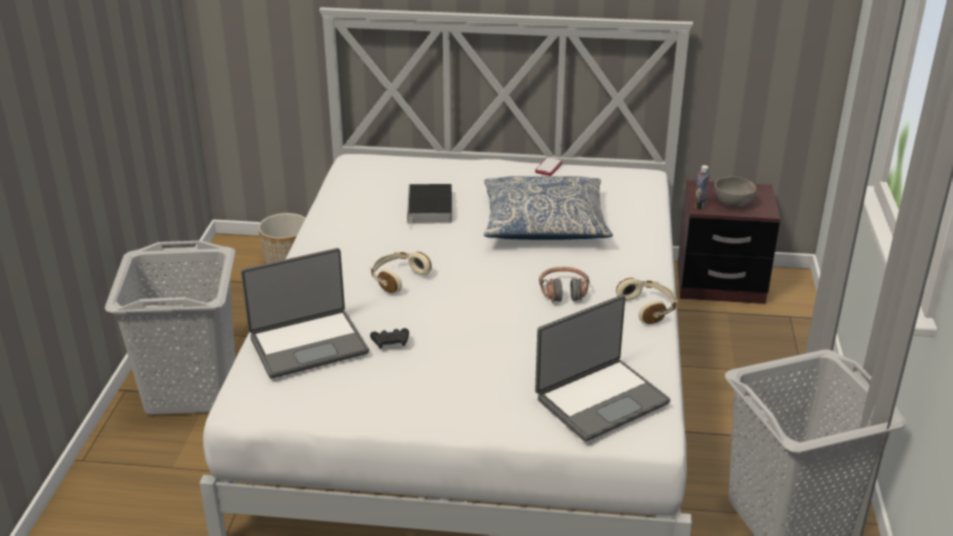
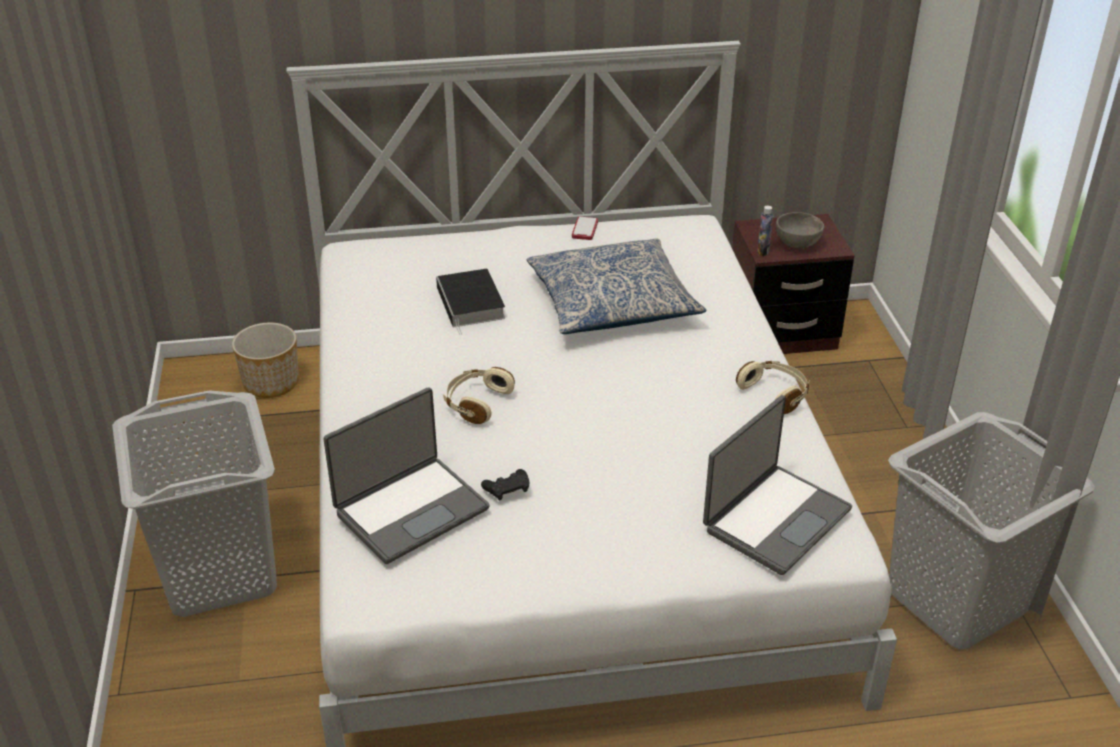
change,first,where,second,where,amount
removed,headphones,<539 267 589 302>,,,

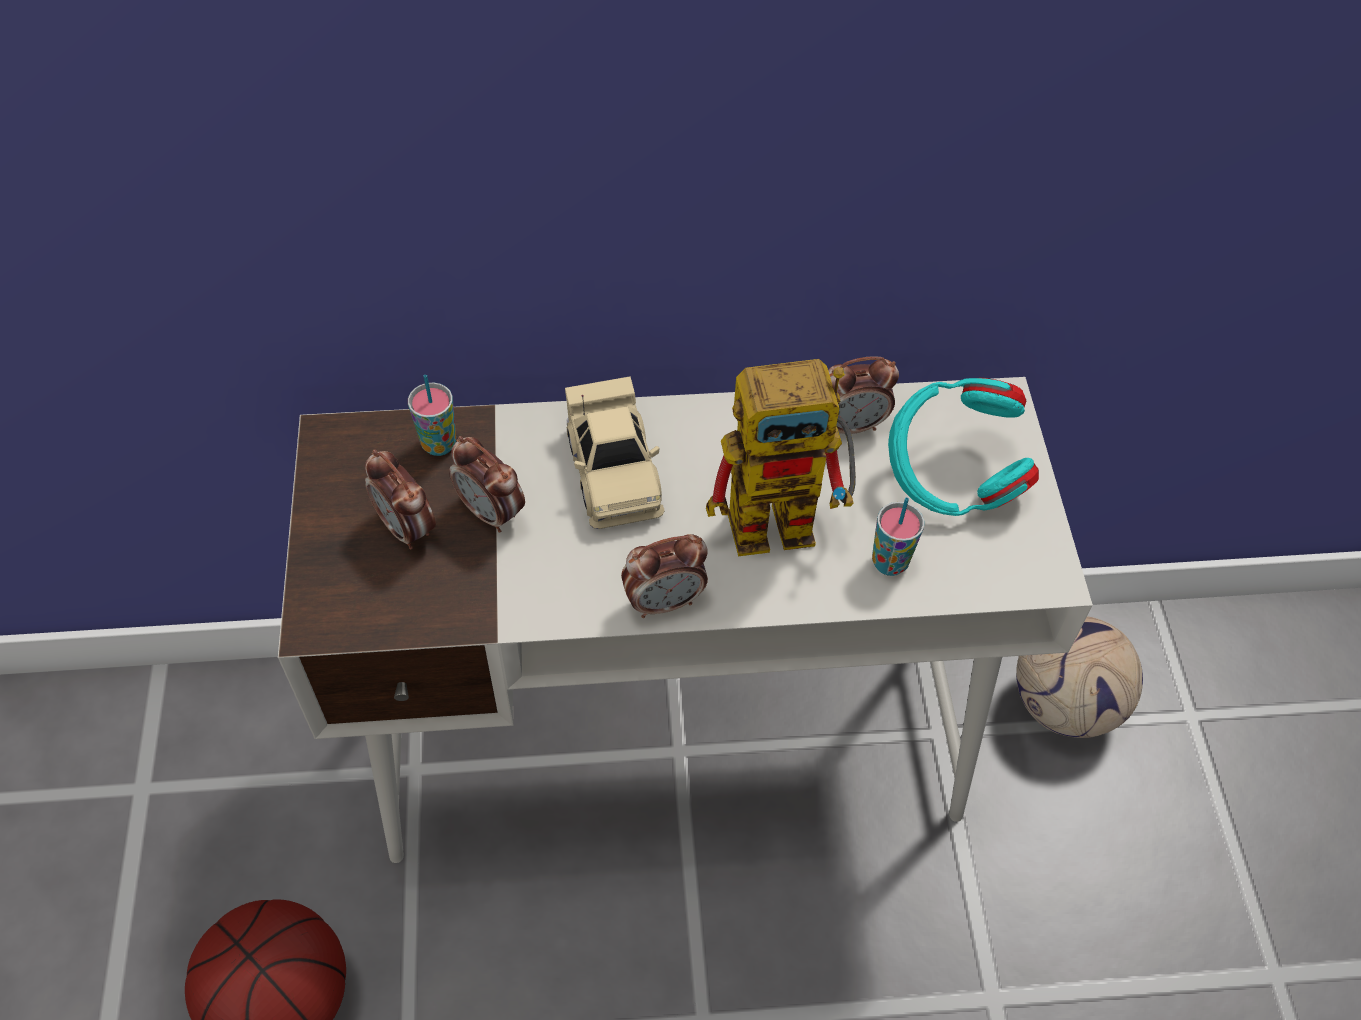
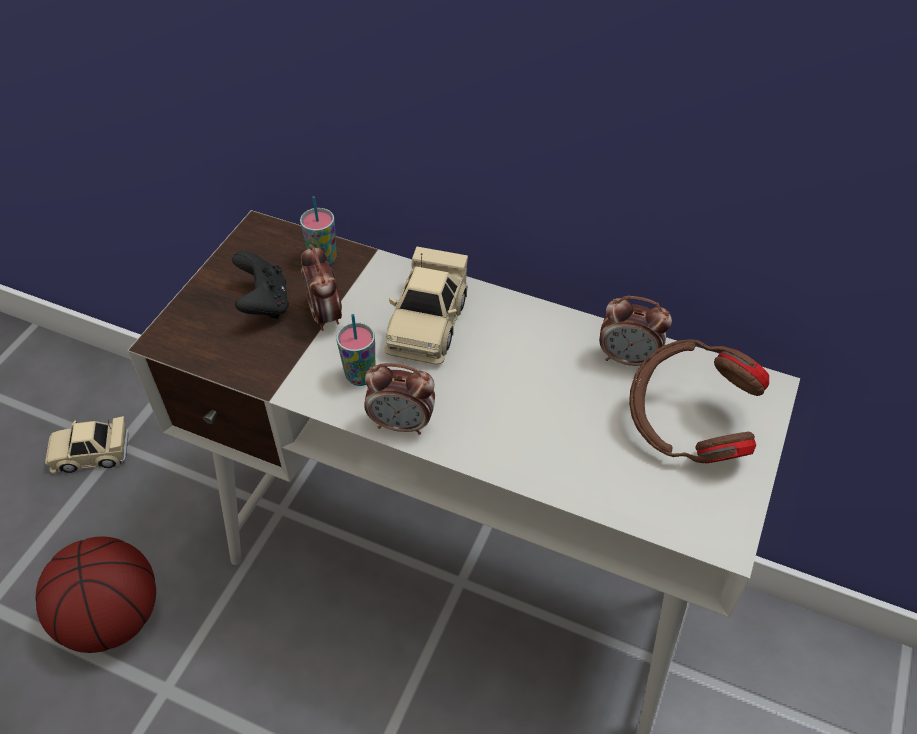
change,first,where,second,where,amount
removed,toy robot,<706 359 856 556>,,,
removed,football,<1016 616 1143 738>,,,
added,,,beige toy car,<45 416 128 474>,
moved,cup,<872 497 924 576>,,<336 314 375 386>,
replaced,alarm clock,<365 450 436 550>,black game controller,<232 251 289 319>,
recoloured,turquoise headphones,<888 378 1039 516>,brown headphones,<629 339 769 463>,

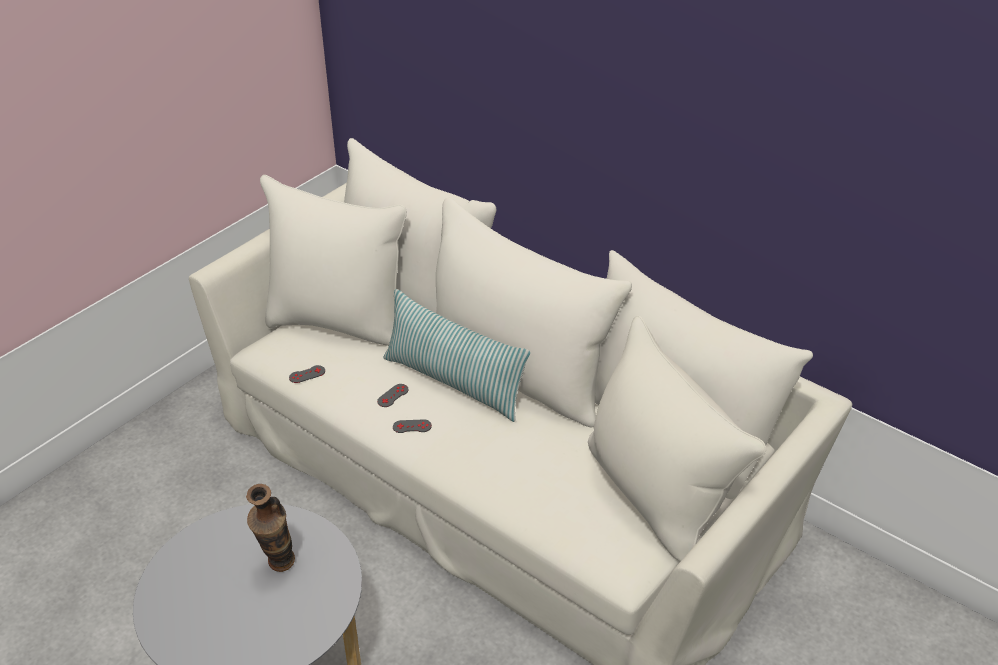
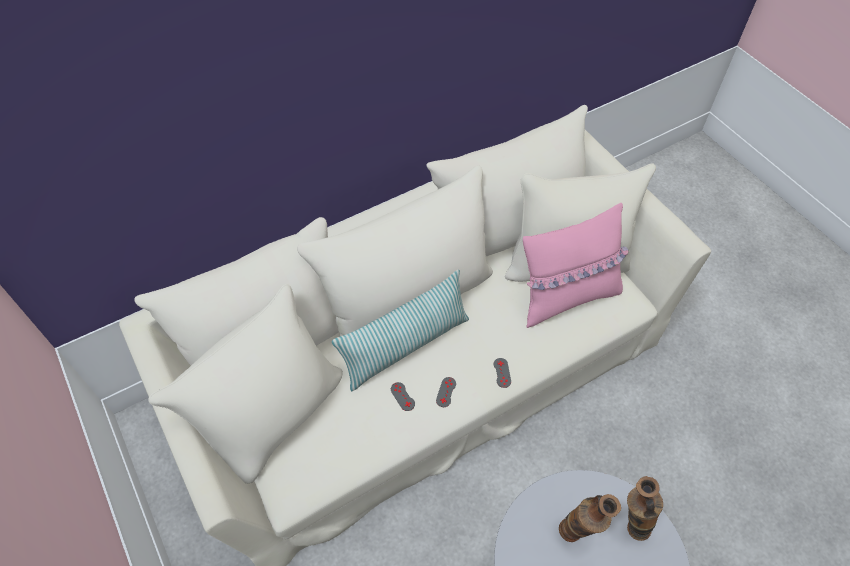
change,first,where,second,where,amount
added,,,pink pillow,<523 203 629 328>,
added,,,vase,<627 476 663 541>,
moved,grey game controller,<289 365 325 383>,,<494 358 511 388>,

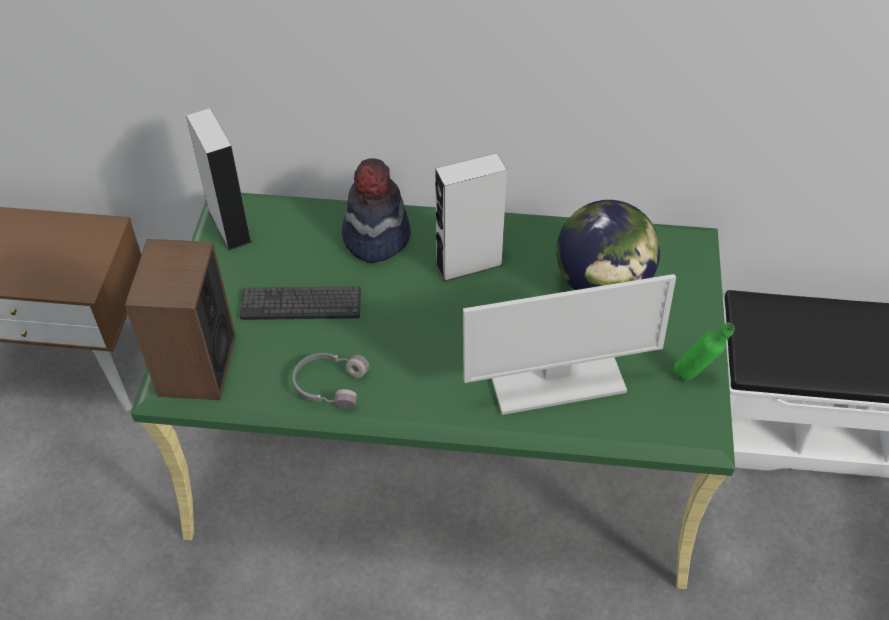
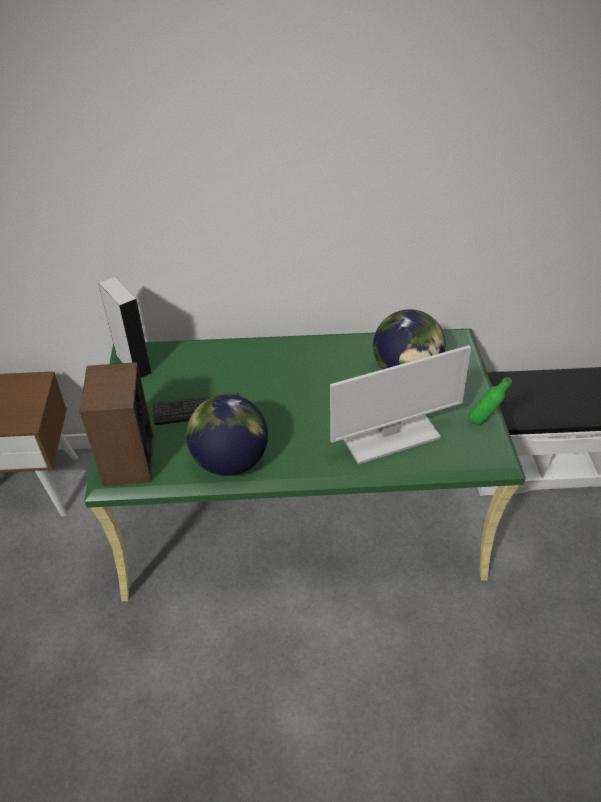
change,first,where,second,where,amount
removed,hat,<342 158 411 263>,,,
removed,grey speaker,<435 153 507 282>,,,
replaced,grey headphones,<293 353 370 408>,globe,<186 394 268 476>,

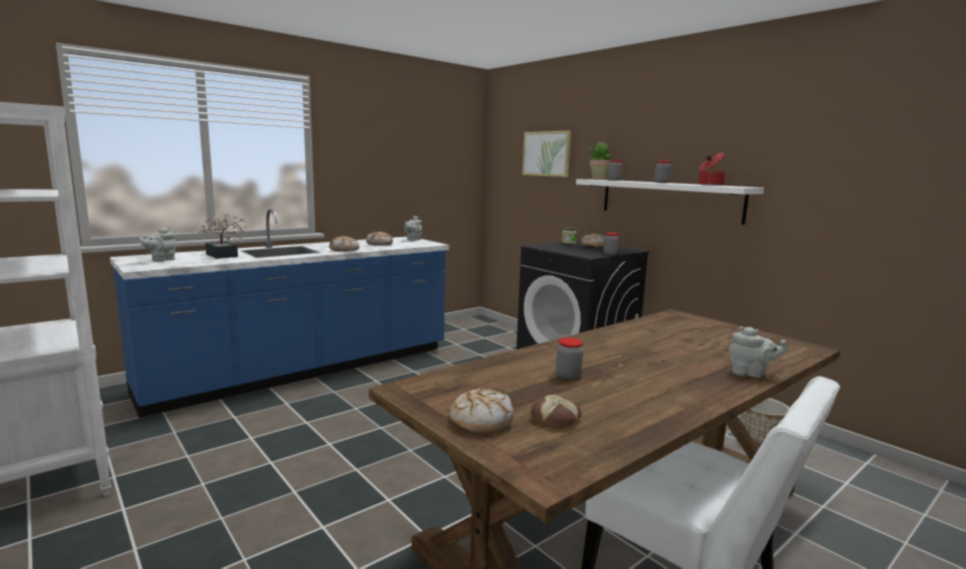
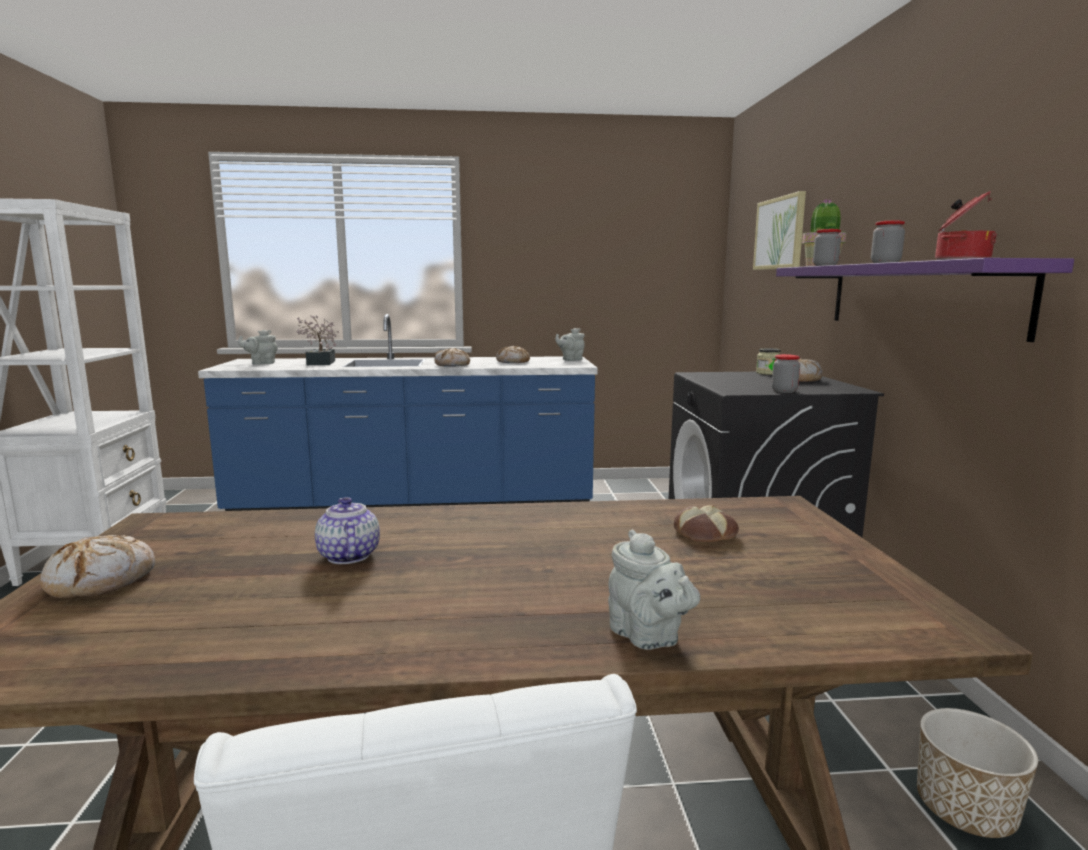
change,first,where,second,where,amount
moved,bread,<531 394 581 428>,,<674 505 739 542>,
replaced,jar,<556 338 583 380>,teapot,<315 497 380 564>,
recoloured,white shelf,<576 179 764 225>,purple shelf,<776 258 1074 342>,

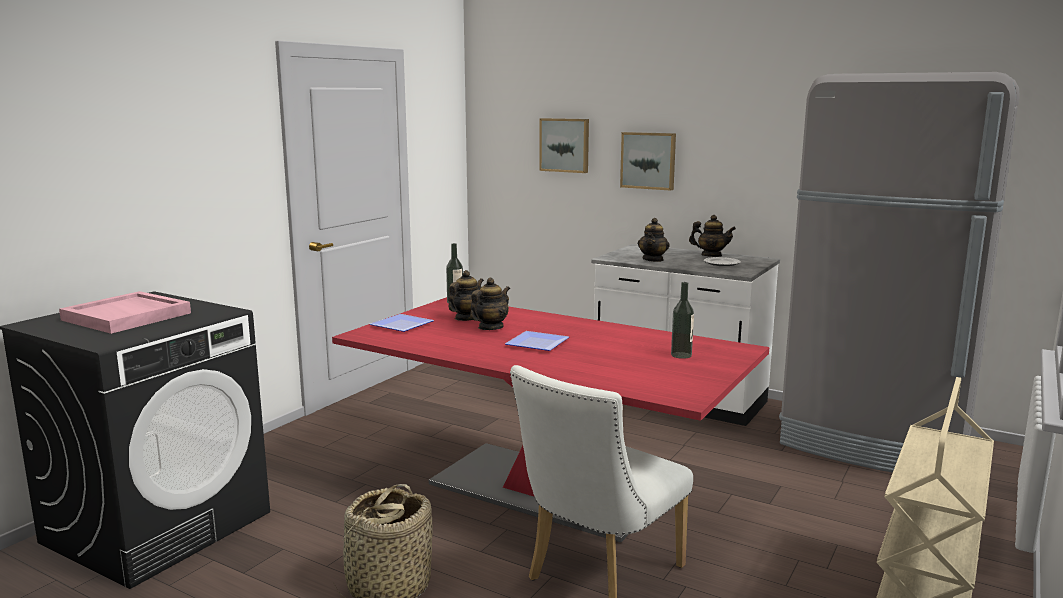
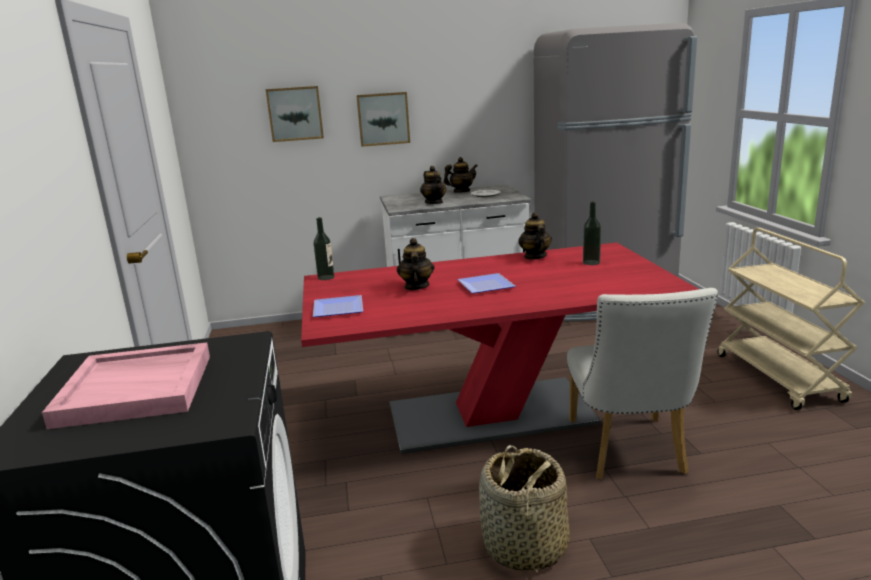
change,first,where,second,where,amount
moved,teapot,<448 270 484 321>,,<518 212 552 259>,

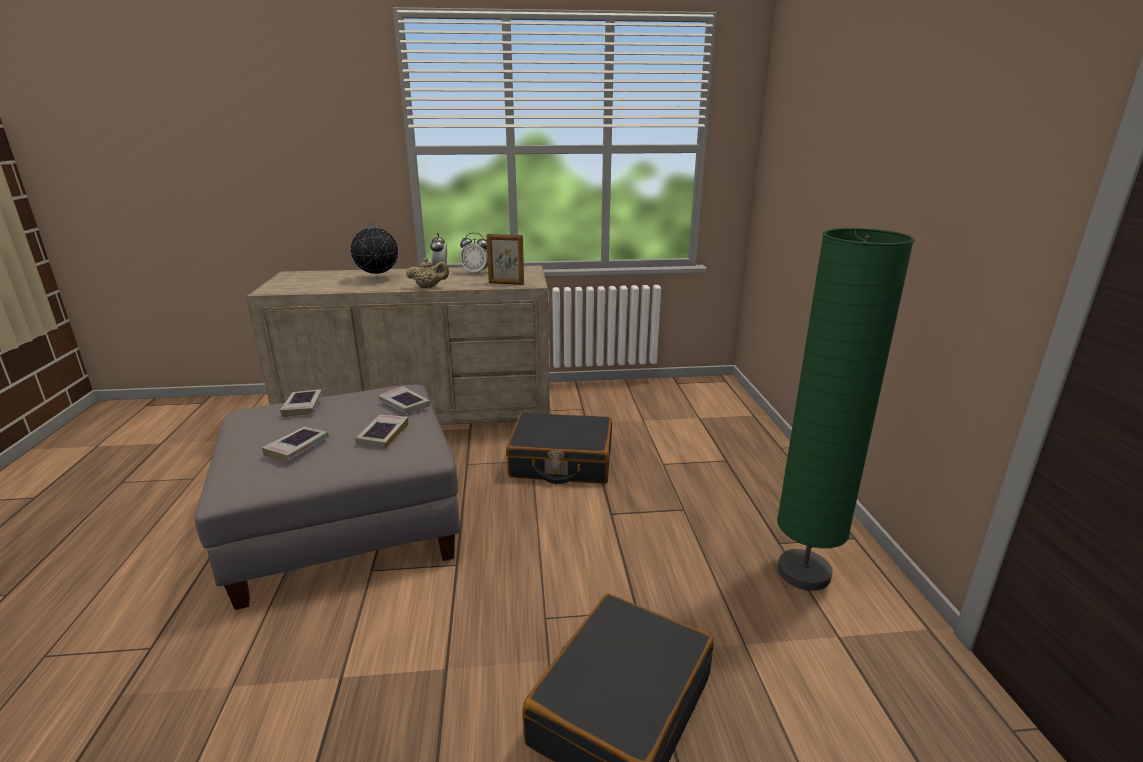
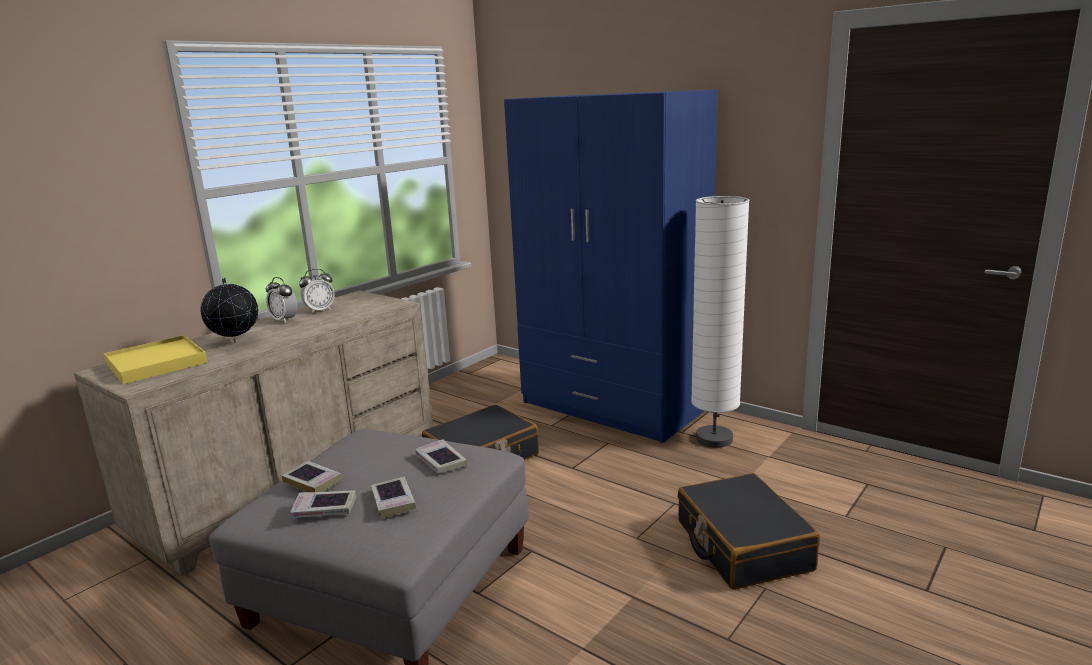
change,first,where,second,where,amount
removed,beige teapot,<406 258 449 288>,,,
removed,picture frame,<487 234 524 285>,,,
added,,,yellow tray,<104 335 208 384>,
added,,,blue wardrobe,<504 89 718 443>,
moved,book,<379 386 430 414>,,<290 491 356 518>,
recoloured,green floor lamp,<777 228 915 591>,white floor lamp,<691 196 749 448>,

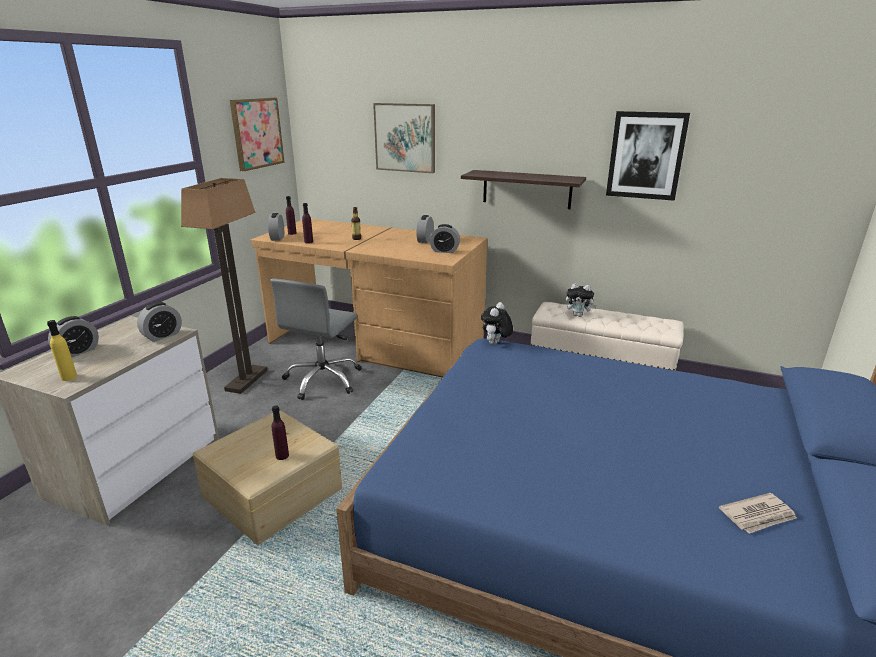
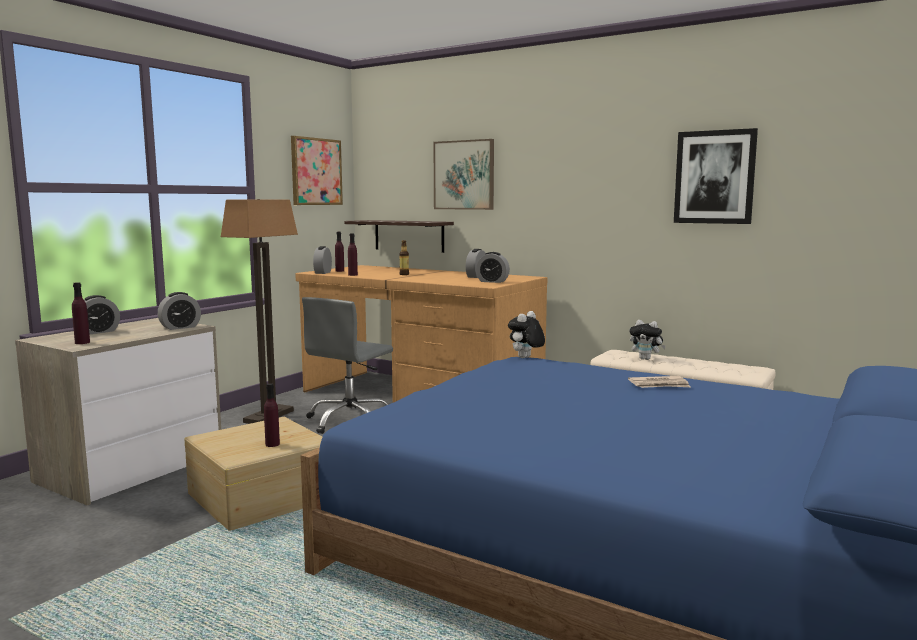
change,first,where,second,where,amount
moved,shelf,<461 170 586 209>,,<344 220 454 253>,
moved,newspaper,<719 493 797 534>,,<628 376 691 388>,
recoloured,yellow bottle,<47 320 77 381>,purple bottle,<72 282 90 344>,

